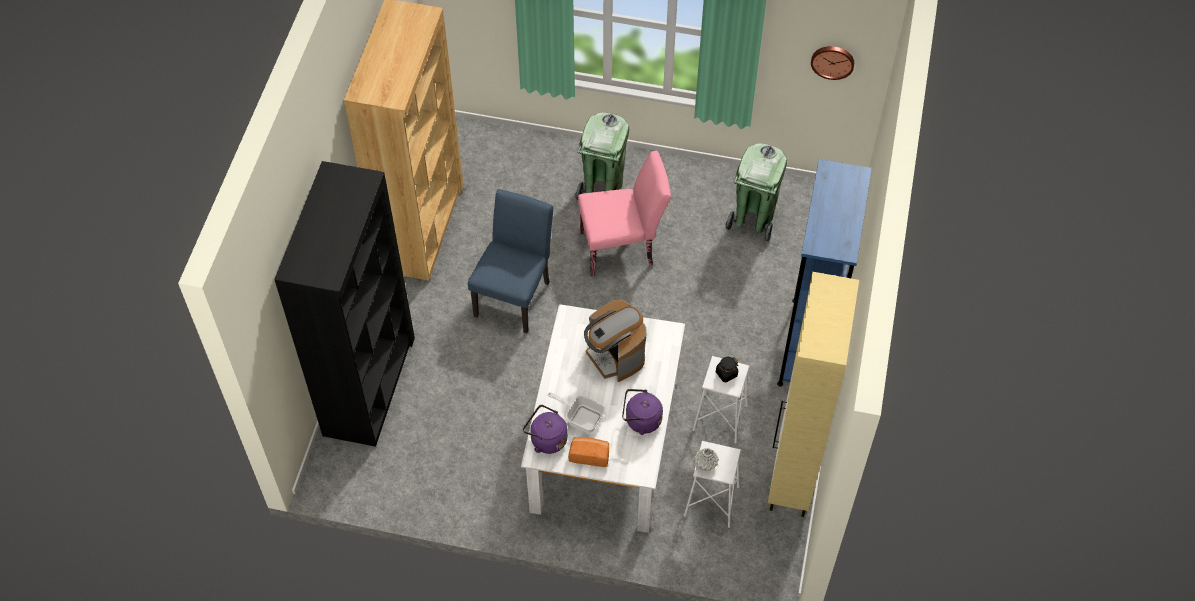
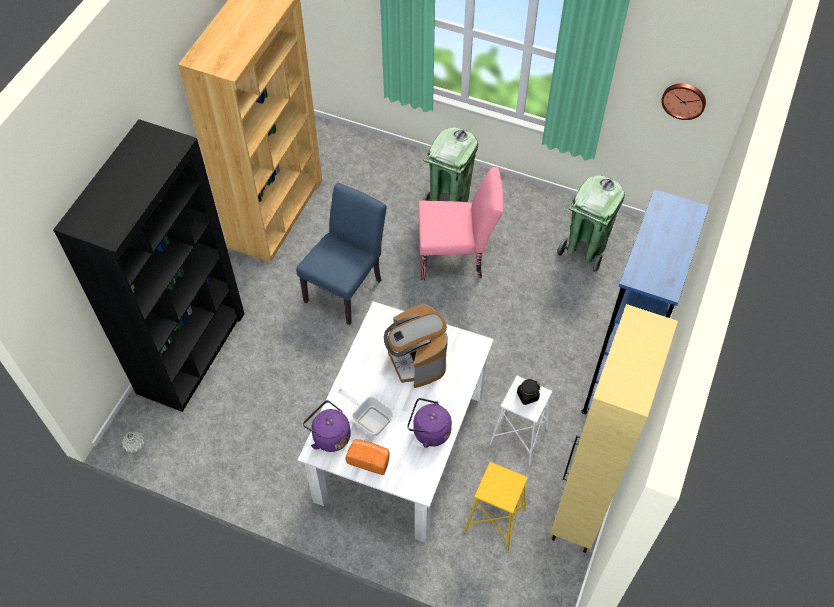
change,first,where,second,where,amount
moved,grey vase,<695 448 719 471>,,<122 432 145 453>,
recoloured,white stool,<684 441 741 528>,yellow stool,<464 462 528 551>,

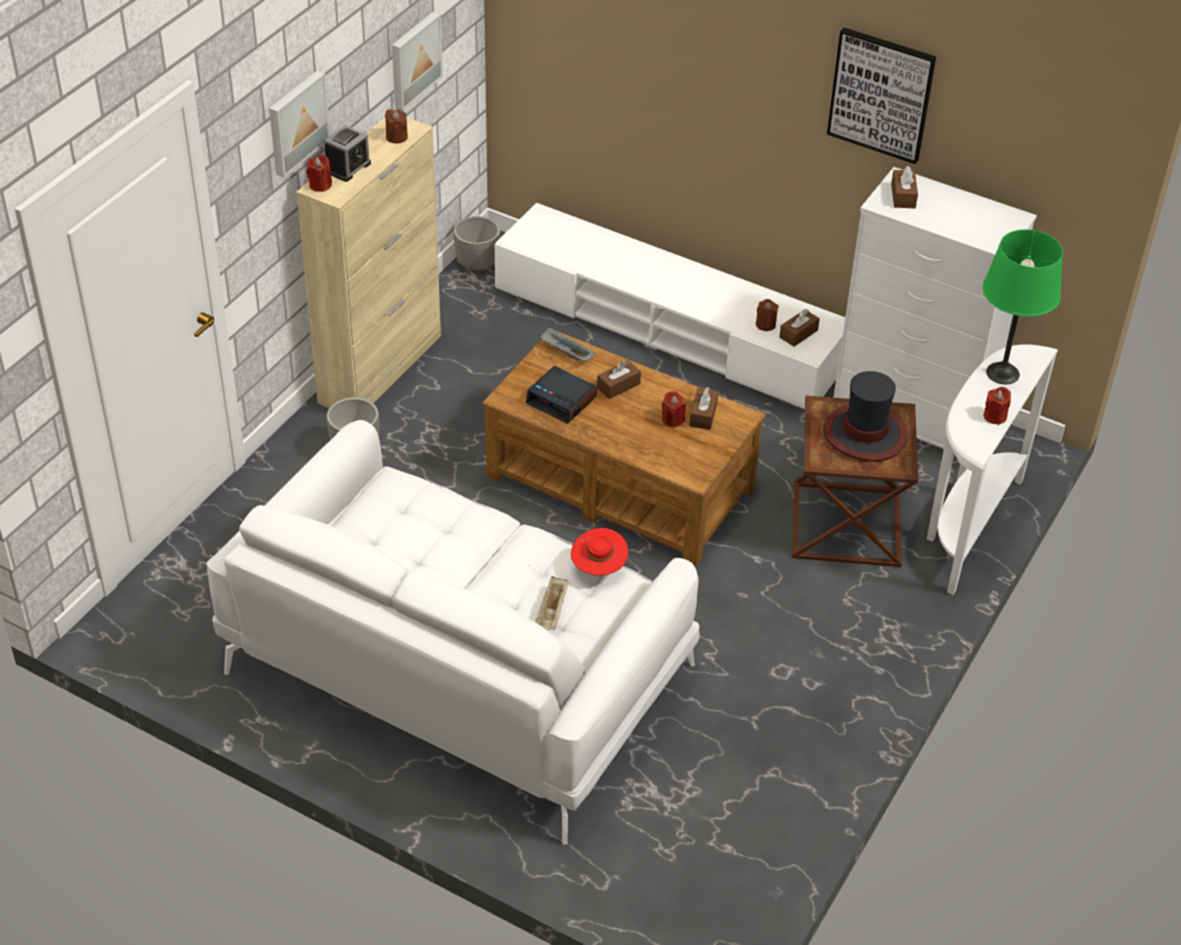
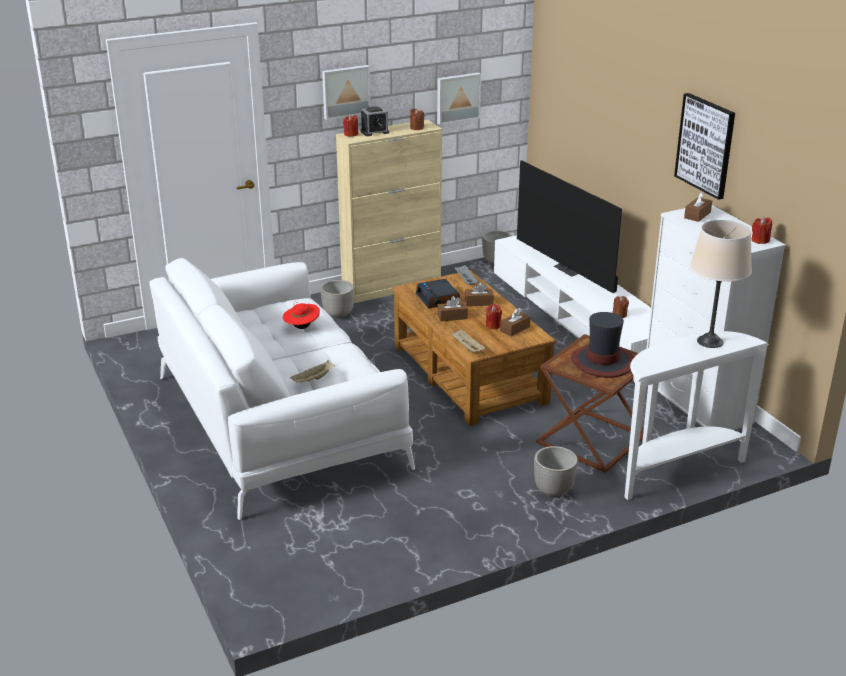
change,first,where,second,where,amount
added,,,beige tray,<451 329 486 353>,
added,,,television,<517 160 622 293>,
added,,,planter,<534 446 578 497>,
moved,red hat,<571 528 628 576>,,<283 301 320 329>,
moved,brown tissue box,<779 309 820 347>,,<437 296 468 321>,
moved,red candle,<984 387 1011 425>,,<751 217 772 244>,
recoloured,green table lamp,<982 229 1063 384>,beige table lamp,<690 220 752 348>,

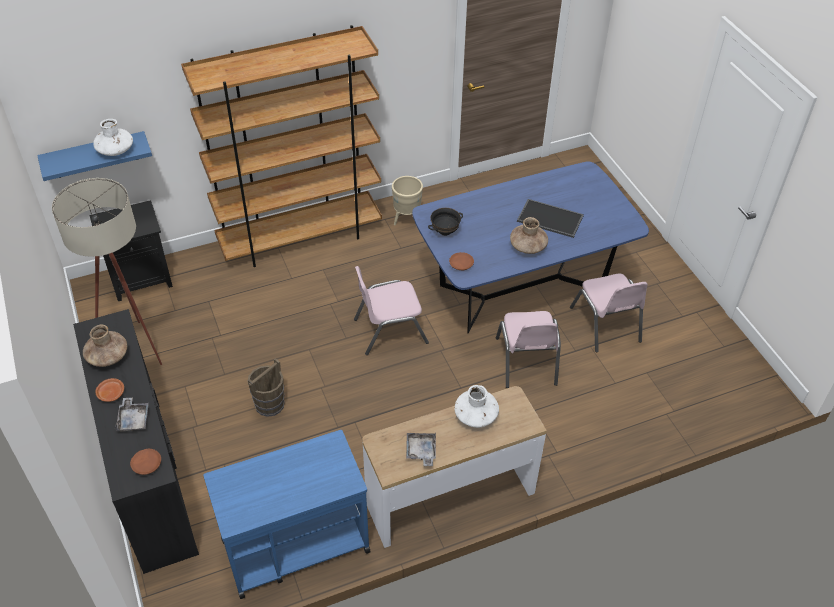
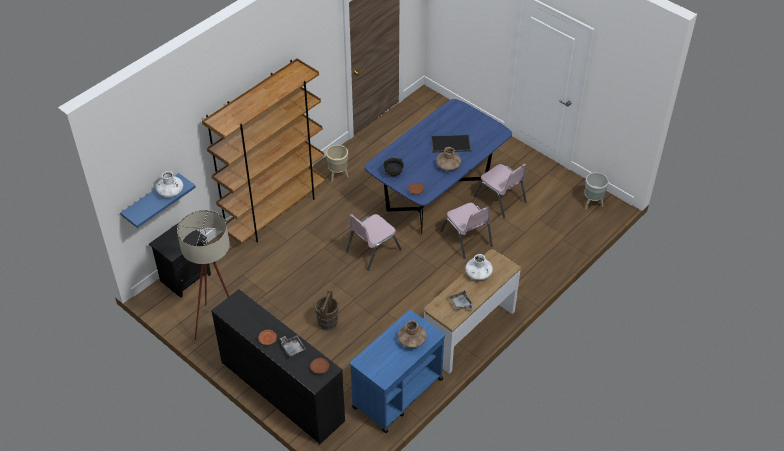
change,first,where,second,where,amount
added,,,grey planter,<585 172 609 209>,
moved,brown vase,<83 325 127 367>,,<398 320 427 348>,

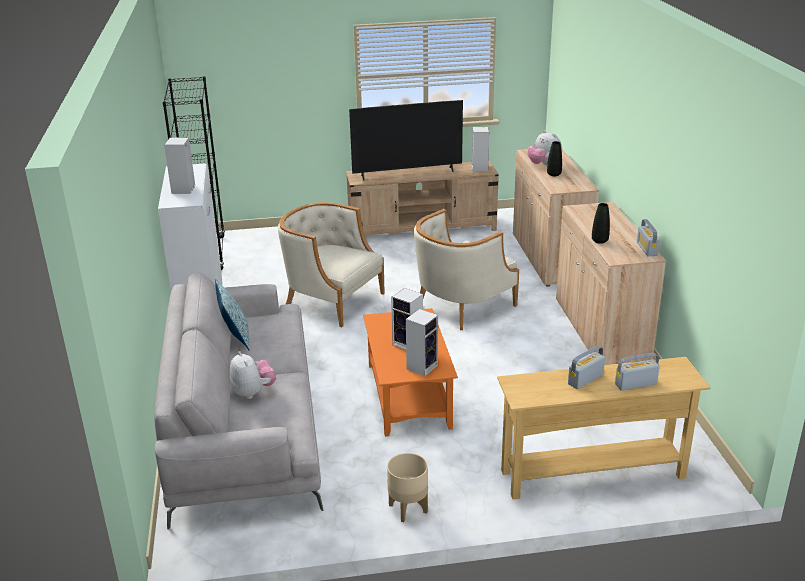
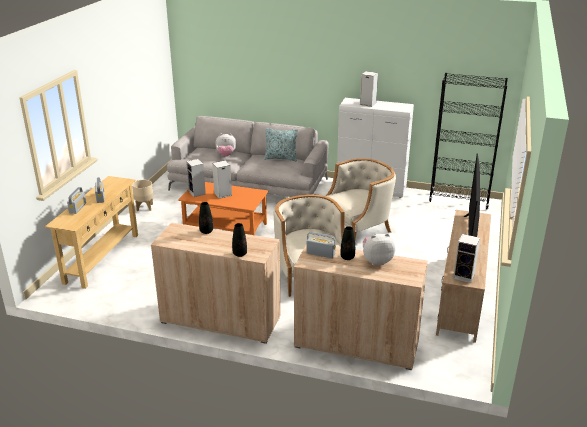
change,first,where,second,where,amount
added,,,black vase,<232 223 247 257>,
moved,radio,<637 219 660 257>,,<306 232 336 258>,

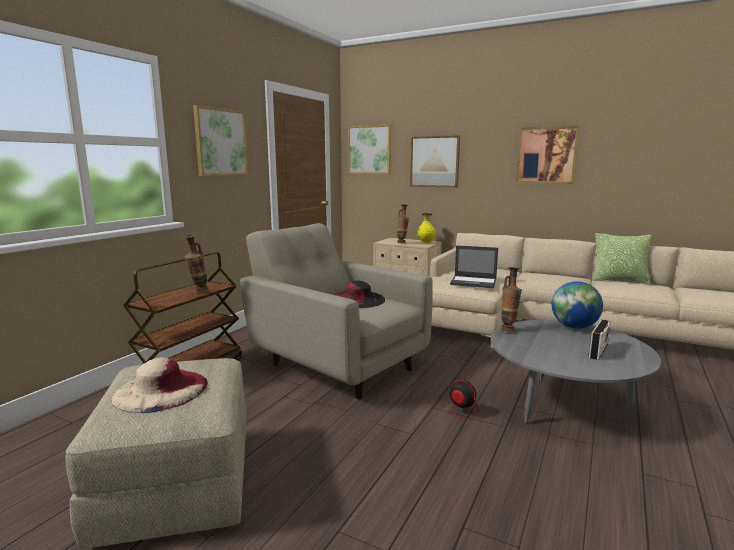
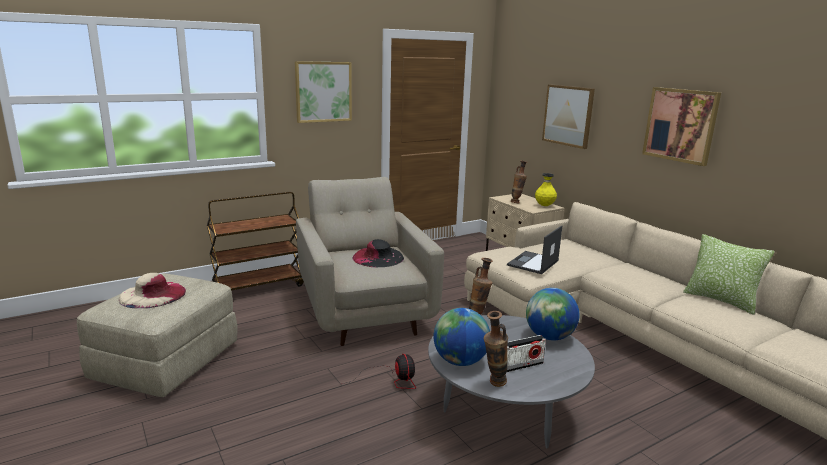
change,first,where,second,where,amount
removed,picture,<348 125 391 174>,,,
added,,,globe,<433 308 490 366>,
moved,vase,<184 234 209 294>,,<484 311 508 387>,
turned,laptop,<450 245 498 288>,,<507 225 562 274>,75 degrees clockwise

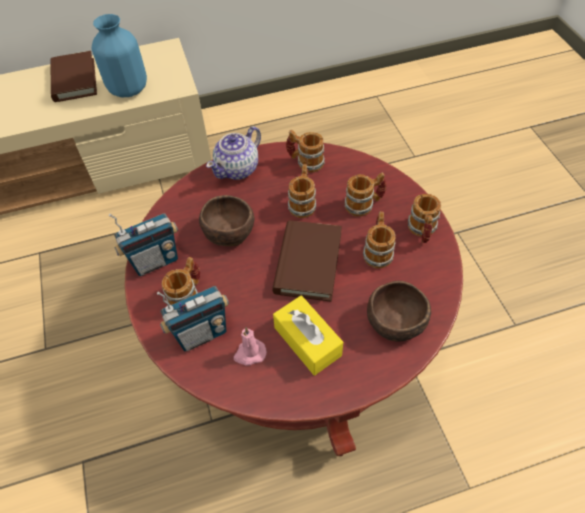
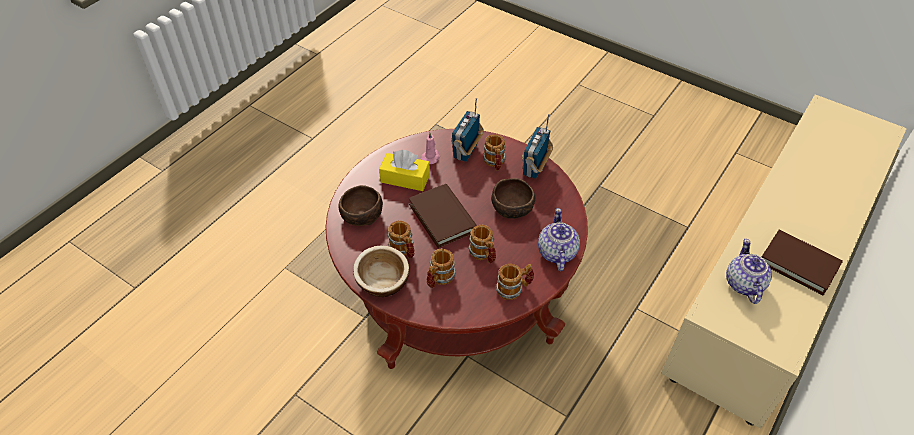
change,first,where,second,where,amount
replaced,blue vase,<92 14 147 97>,teapot,<726 239 772 304>,
replaced,mug,<408 194 441 243>,bowl,<353 246 409 297>,

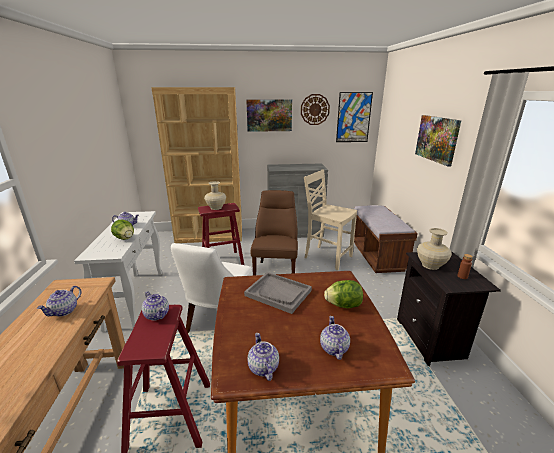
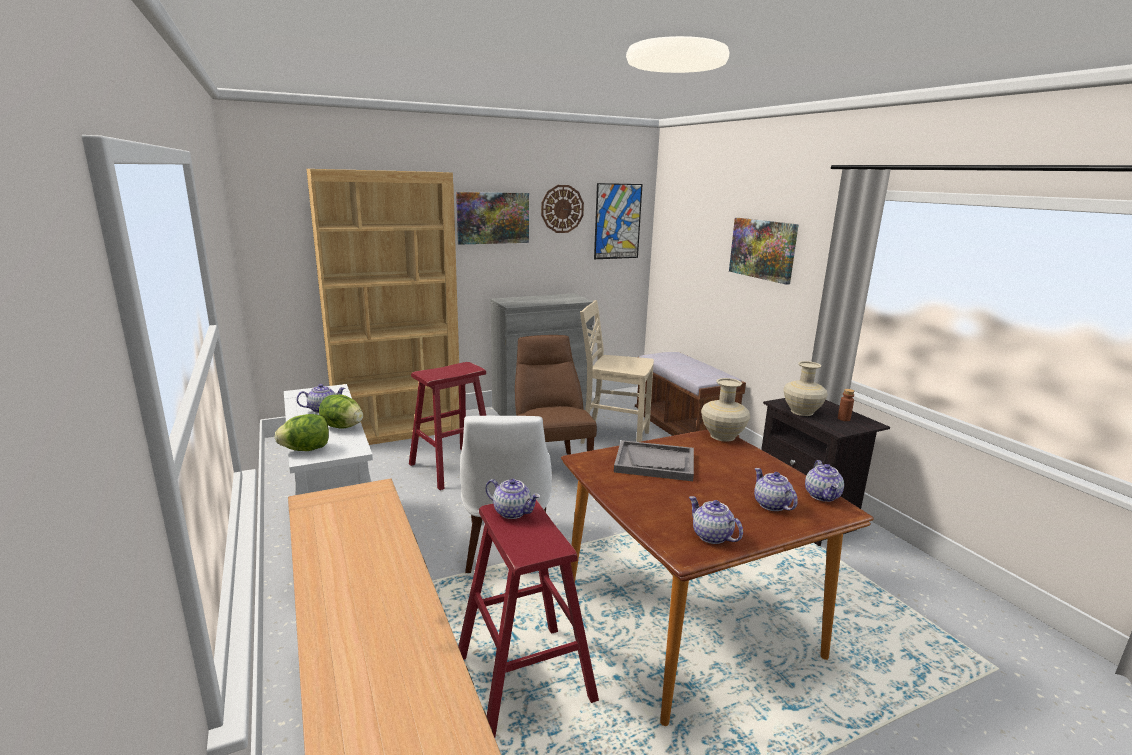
change,first,where,second,where,amount
moved,teapot,<37 286 82 317>,,<805 460 844 502>,
moved,beige vase,<204 181 226 210>,,<701 378 750 442>,
moved,lettuce,<324 280 363 308>,,<275 414 329 451>,

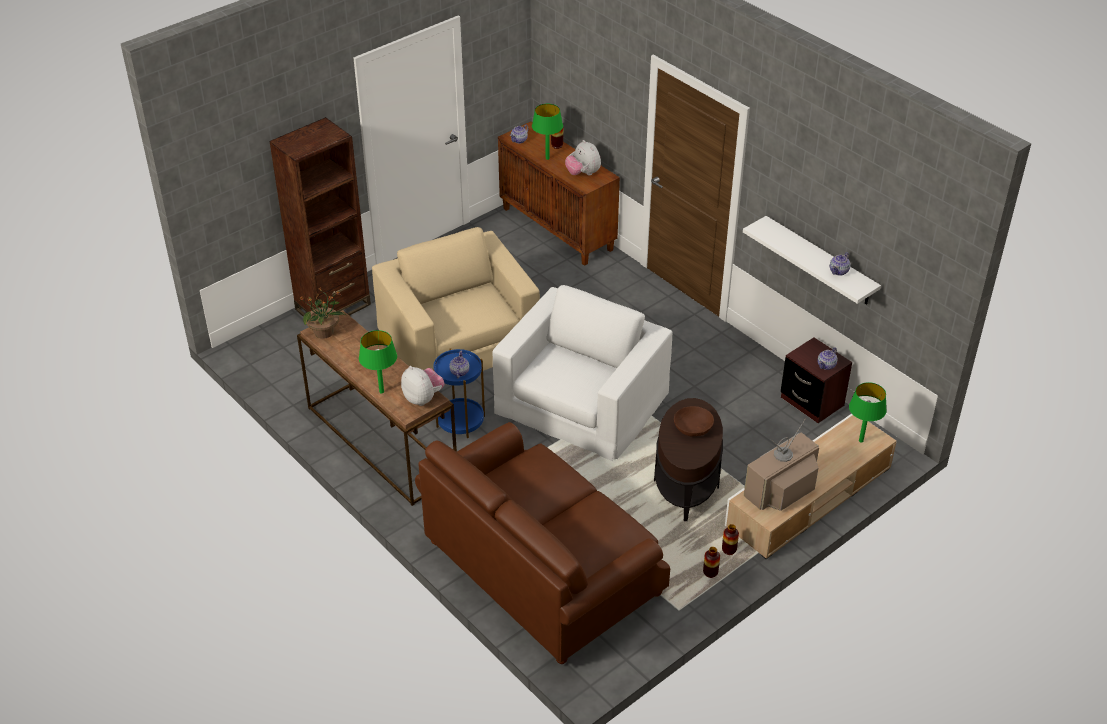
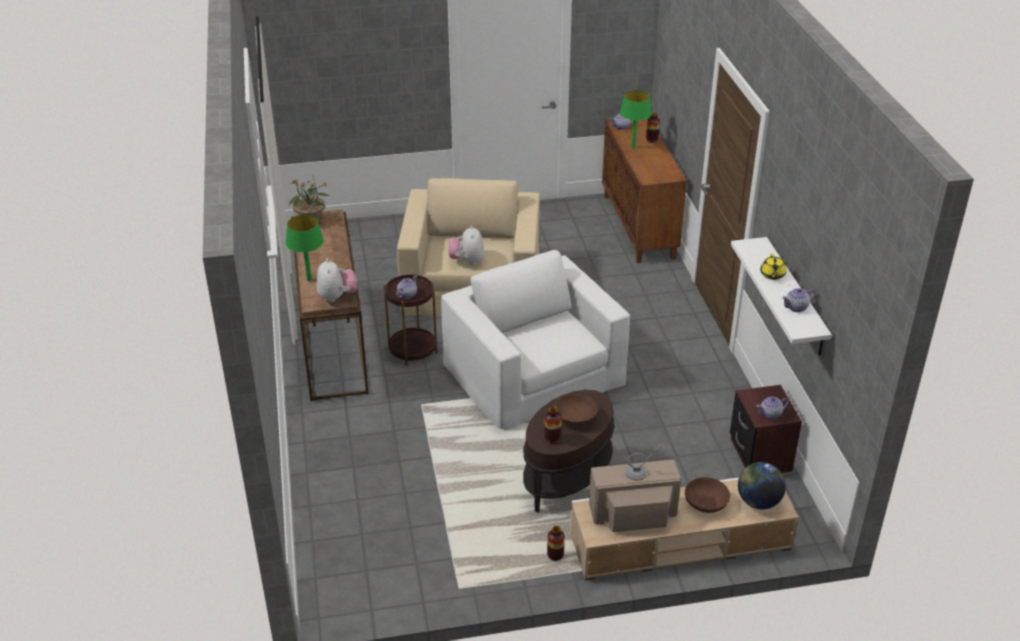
change,first,where,second,where,amount
removed,brown bookcase,<269 117 371 317>,,,
removed,brown sofa,<415 422 670 664>,,,
added,,,brown bowl,<685 477 730 513>,
added,,,yellow teapot,<760 254 787 280>,
moved,plush toy,<565 140 601 176>,,<448 226 484 265>,
moved,vase,<703 547 720 578>,,<544 406 562 444>,
replaced,green table lamp,<849 382 887 443>,globe,<738 462 786 509>,
recoloured,blue side table,<433 349 485 438>,brown side table,<384 273 437 366>,
turned,white armchair,<493 285 672 461>,,<441 250 630 431>,90 degrees counterclockwise

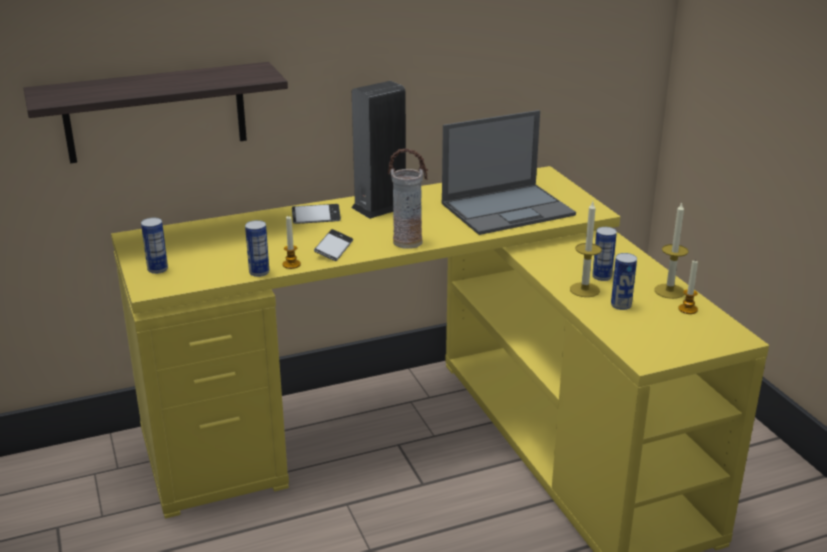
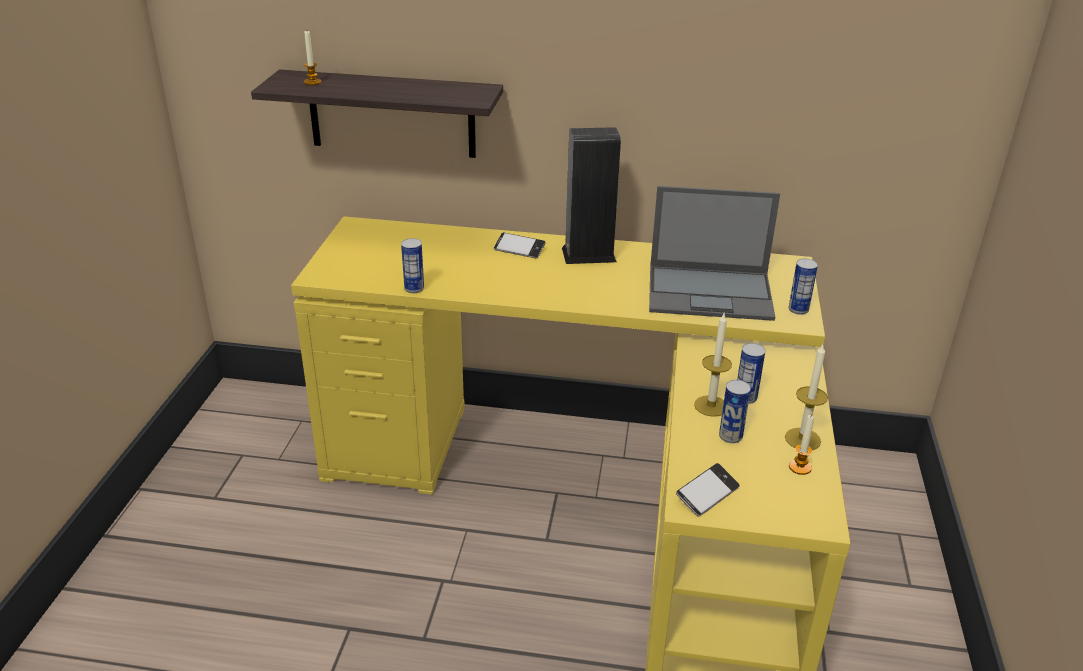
change,first,where,second,where,amount
removed,vase,<387 148 428 249>,,,
moved,can,<141 218 168 274>,,<789 259 818 315>,
moved,candle,<282 215 301 269>,,<304 31 322 85>,
moved,phone,<314 229 353 261>,,<676 463 740 516>,

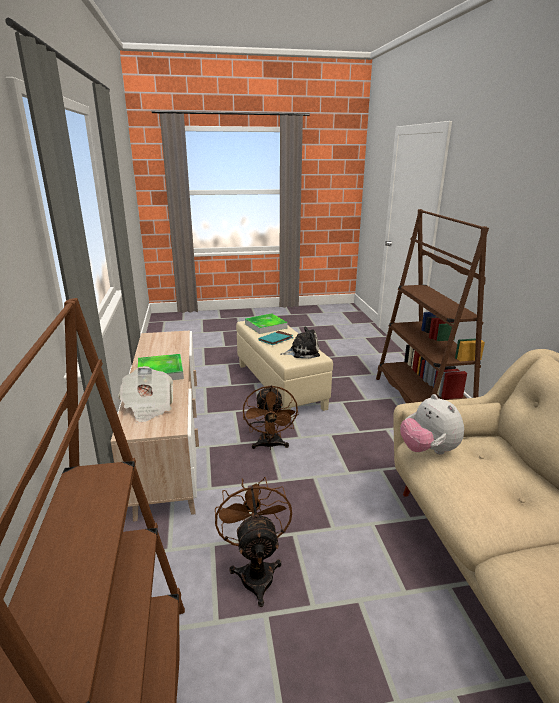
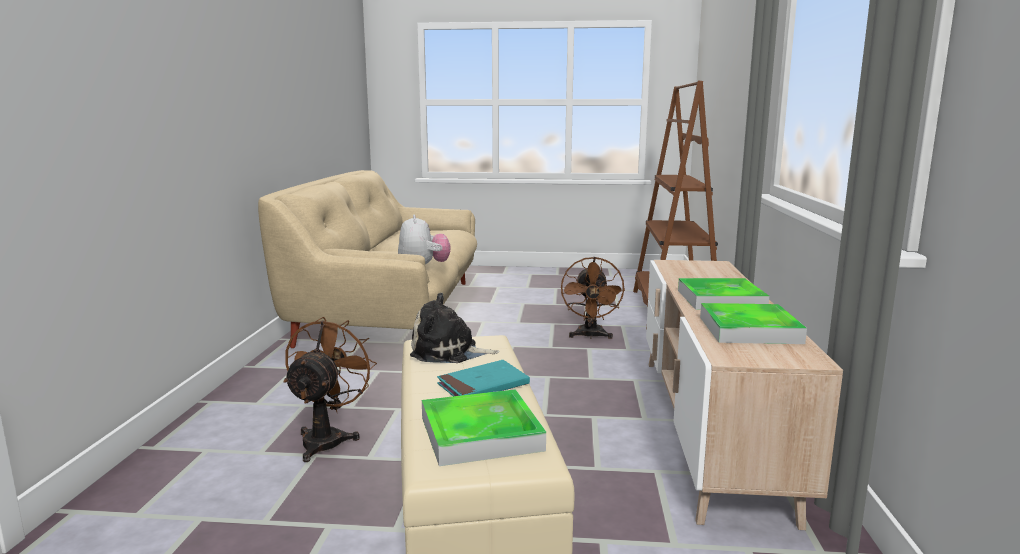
change,first,where,second,where,amount
removed,newspaper,<118 366 173 422>,,,
removed,brown bookcase,<376 209 489 403>,,,
added,,,tray,<700 303 807 344>,
moved,brown fan,<243 385 298 450>,,<283 317 377 462>,

